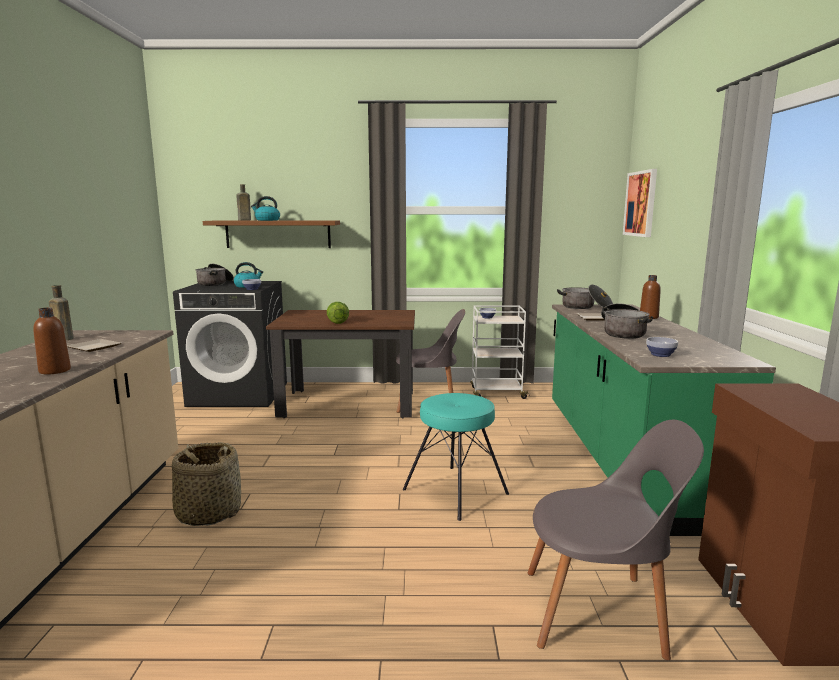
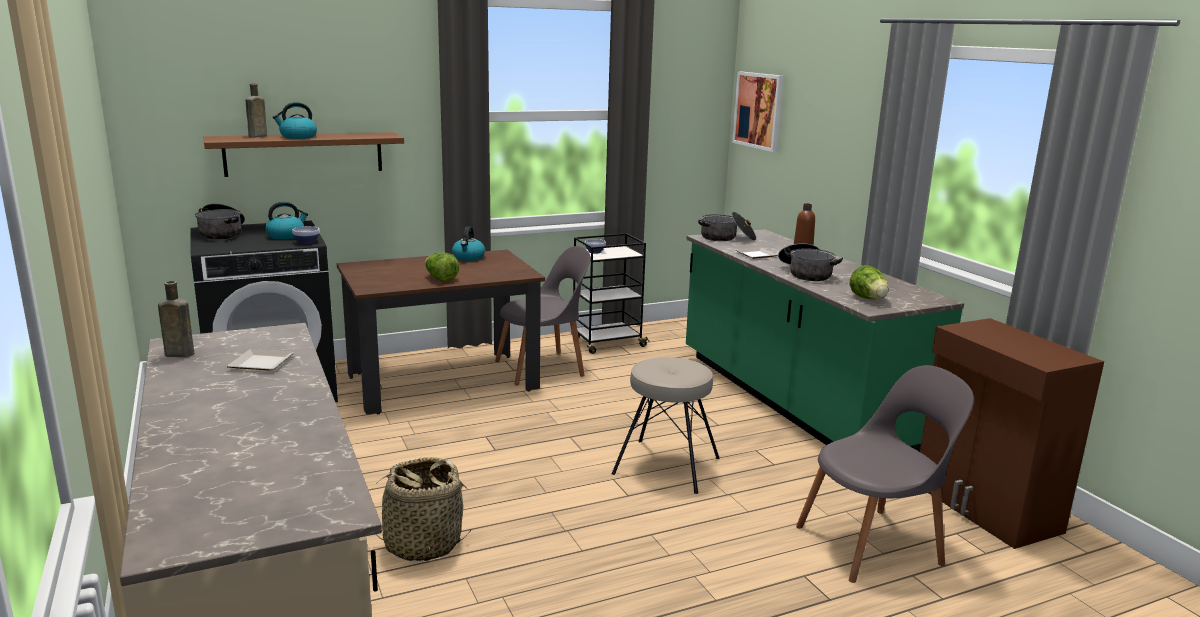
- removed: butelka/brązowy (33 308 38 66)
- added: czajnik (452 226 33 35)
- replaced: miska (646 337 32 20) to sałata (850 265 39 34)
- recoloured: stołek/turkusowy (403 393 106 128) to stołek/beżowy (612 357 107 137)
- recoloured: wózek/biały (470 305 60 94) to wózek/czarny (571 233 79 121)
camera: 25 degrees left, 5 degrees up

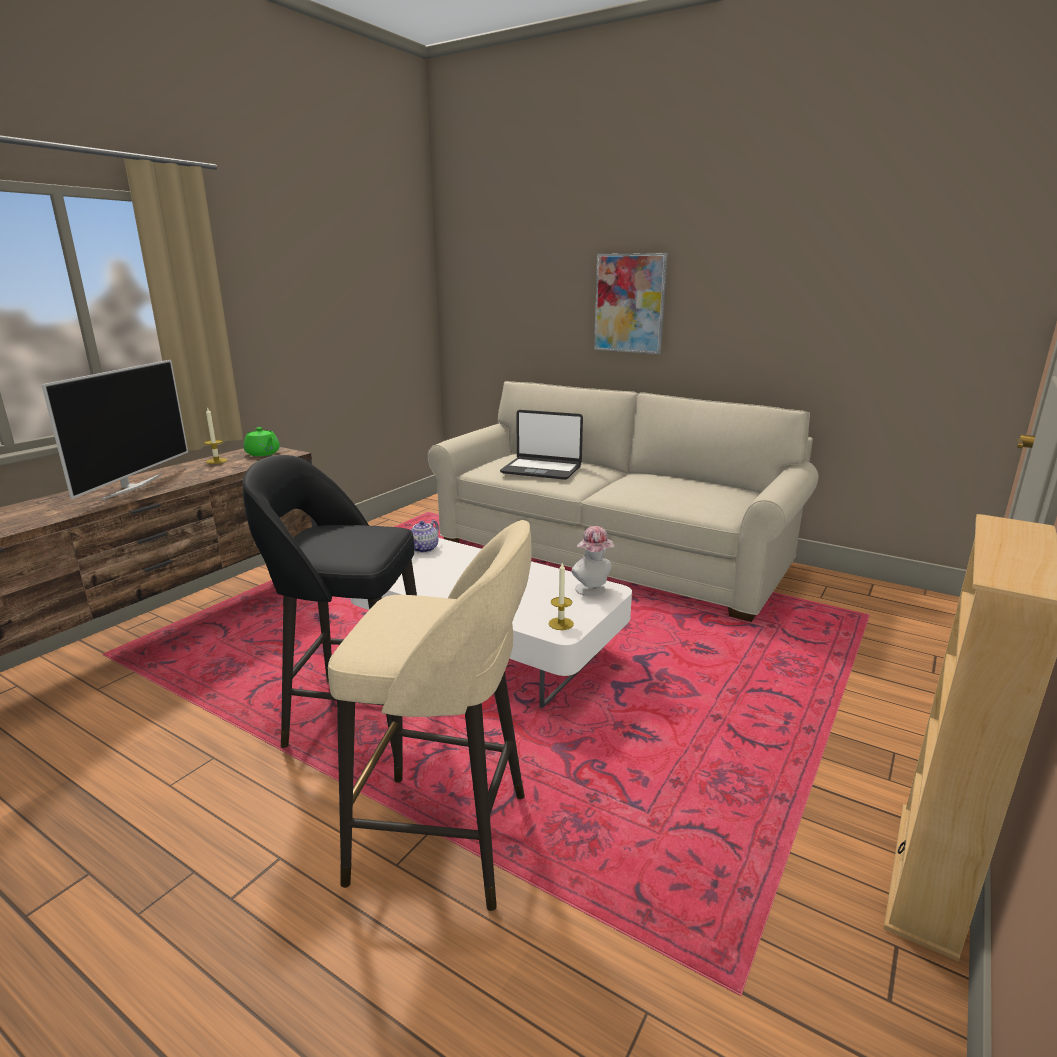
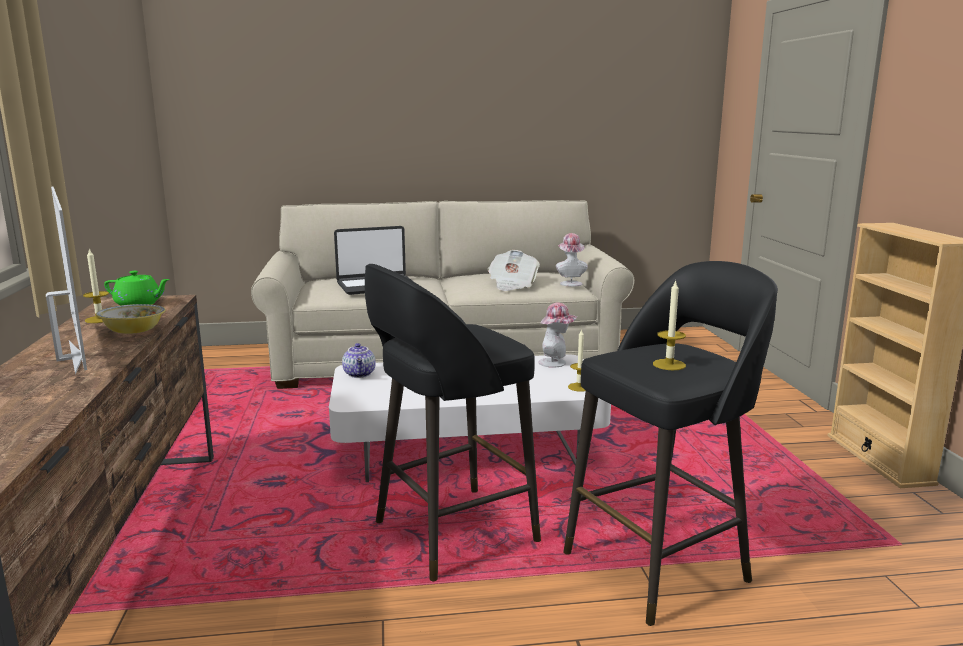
- removed: obraz (594 253 74 101)
- added: miska (96 304 70 30)
- added: gazeta (488 250 52 41)
- added: kapelusz (556 233 32 54)
- added: świeca (653 280 33 90)
- recoloured: stołek/beżowy (328 520 203 391) to stołek/czarny (563 261 215 365)
camera: 40 degrees left, 5 degrees down

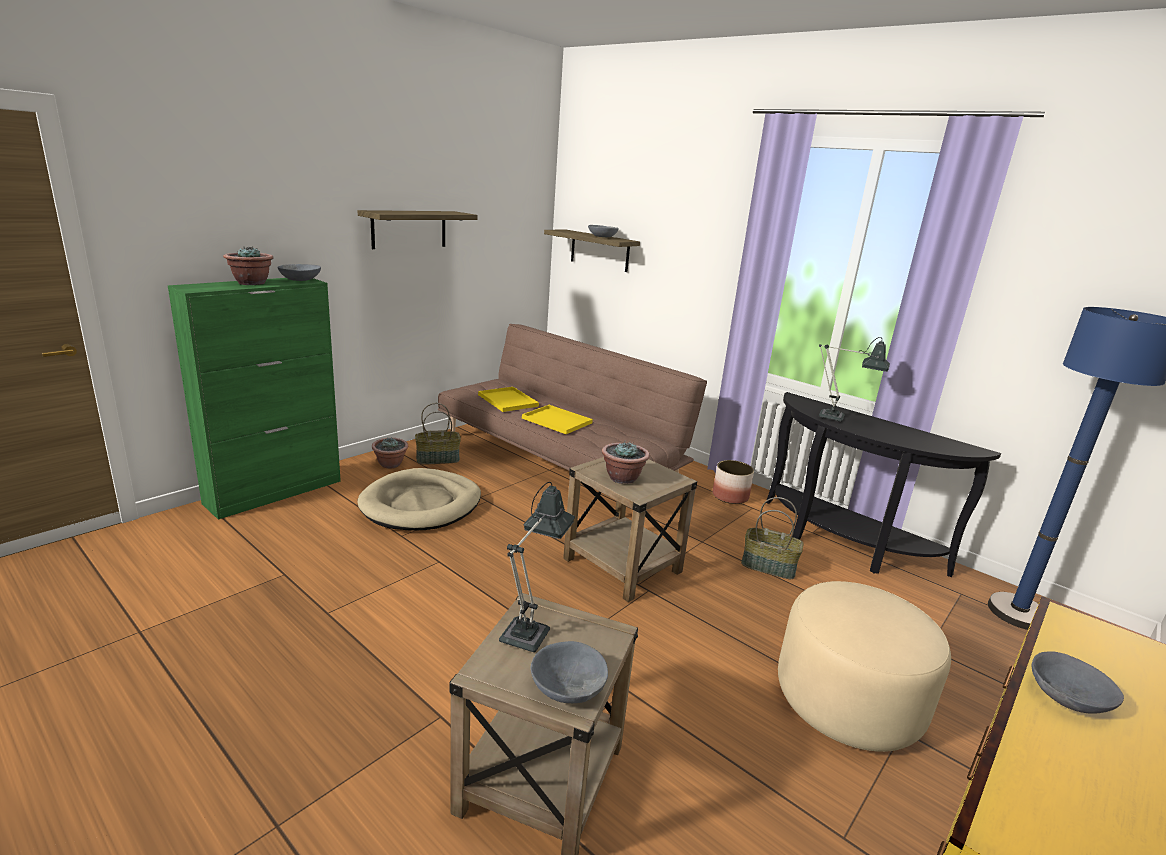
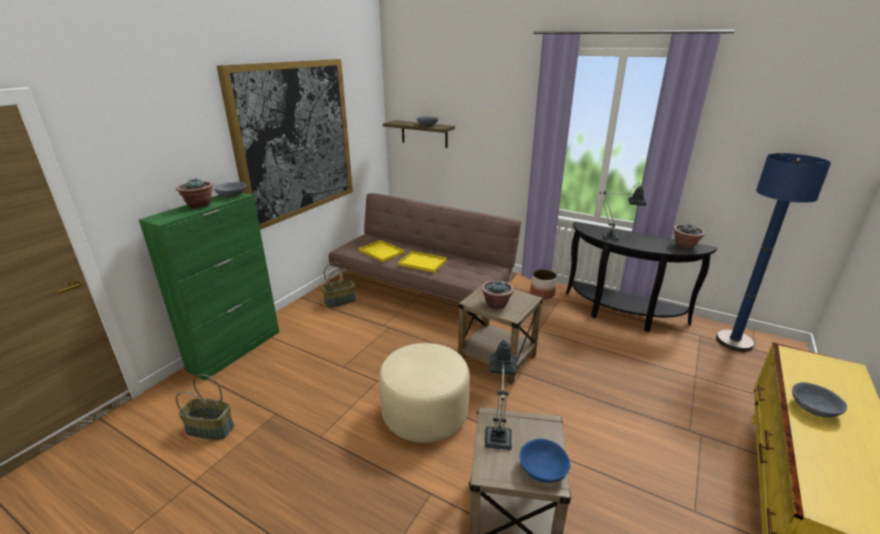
- removed: legowisko/beżowy (357 468 124 63)
- moved: roślina doniczkowa (372 438 36 30) to (673 224 32 25)
- moved: koszyk (741 497 63 82) to (176 374 58 66)
- moved: pufa/beżowy (778 581 173 171) to (379 343 91 100)
- replaced: półka (358 210 119 39) to obraz (217 59 136 171)
- recoloured: miska/szary (531 641 77 62) to miska/niebieski (520 439 50 44)
camera: 10 degrees left, 5 degrees up

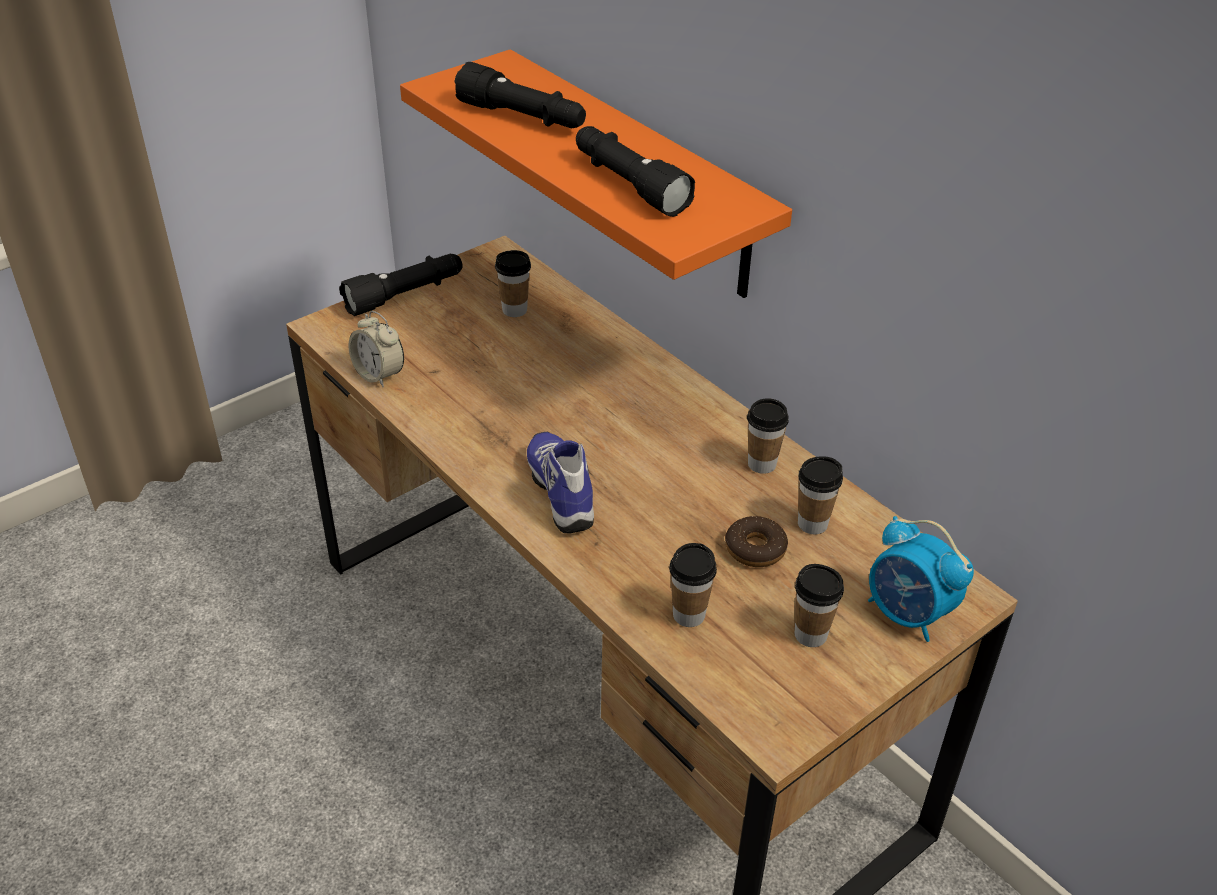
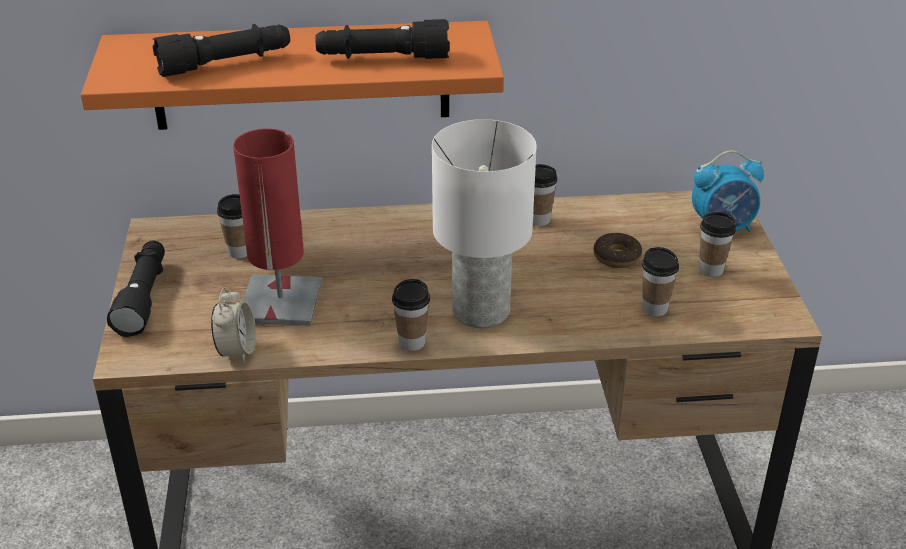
- added: lampa stołowa/czerwony (233 128 89 198)
- moved: filiżanka (798 456 45 78) to (392 279 38 72)
- replaced: but (527 432 67 102) to lampa stołowa/biały (432 119 105 209)
- turned: budzik (349 311 55 76) = (211 287 45 76) 75 degrees counterclockwise
camera: 55 degrees left, 5 degrees down

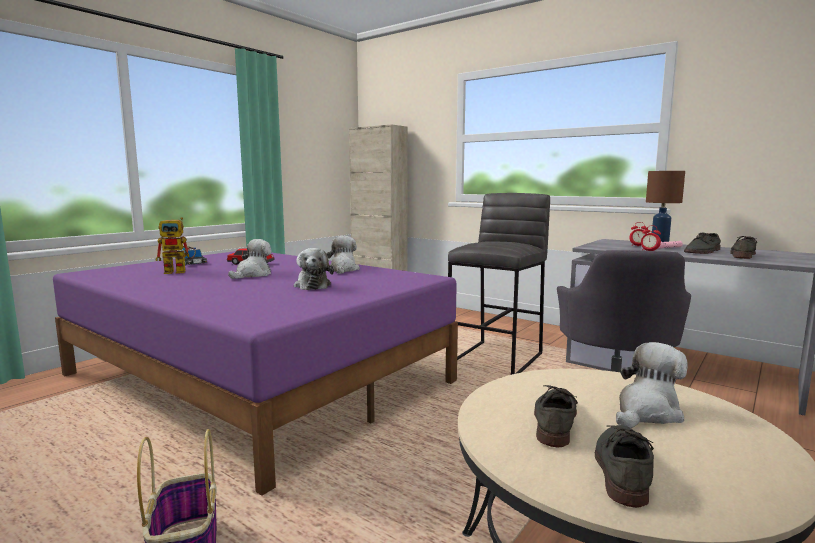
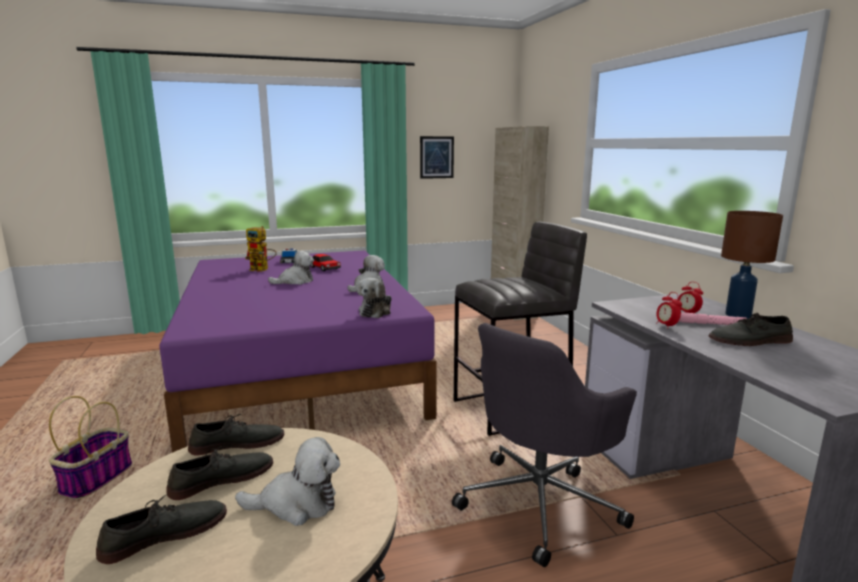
- added: obraz (420 136 34 43)
- moved: pluszak (294 248 40 42) to (357 278 35 40)
- moved: but/szary (730 236 27 23) to (188 414 96 42)
camera: 35 degrees right, 5 degrees up

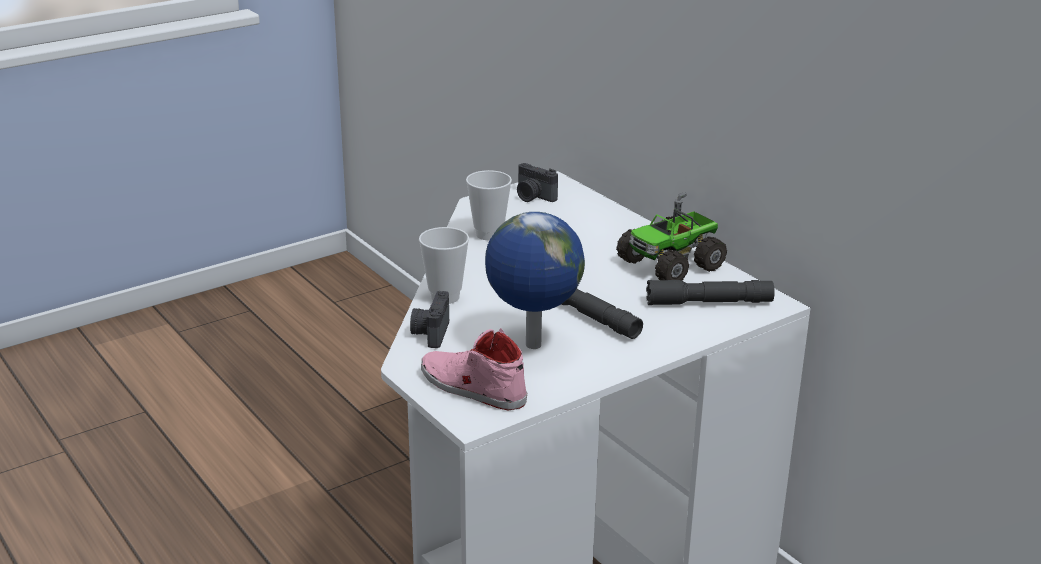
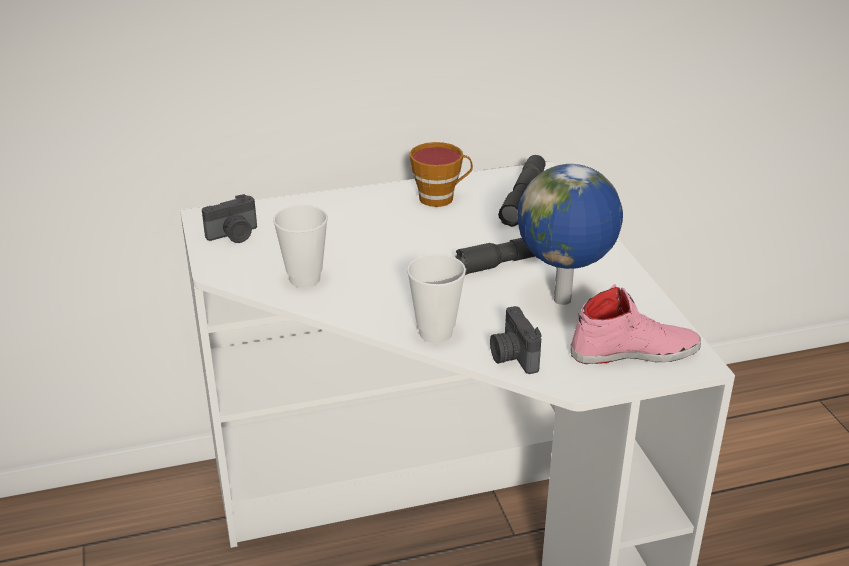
- replaced: ciężarówka zabawkowa (616 192 111 89) to filiżanka (410 142 63 65)
- turned: aparat fotograficzny (410 291 39 57) = (490 306 51 68) 45 degrees clockwise
- turned: but/różowy (421 328 106 83) = (571 284 130 80) 150 degrees counterclockwise
camera: 70 degrees left, 5 degrees up

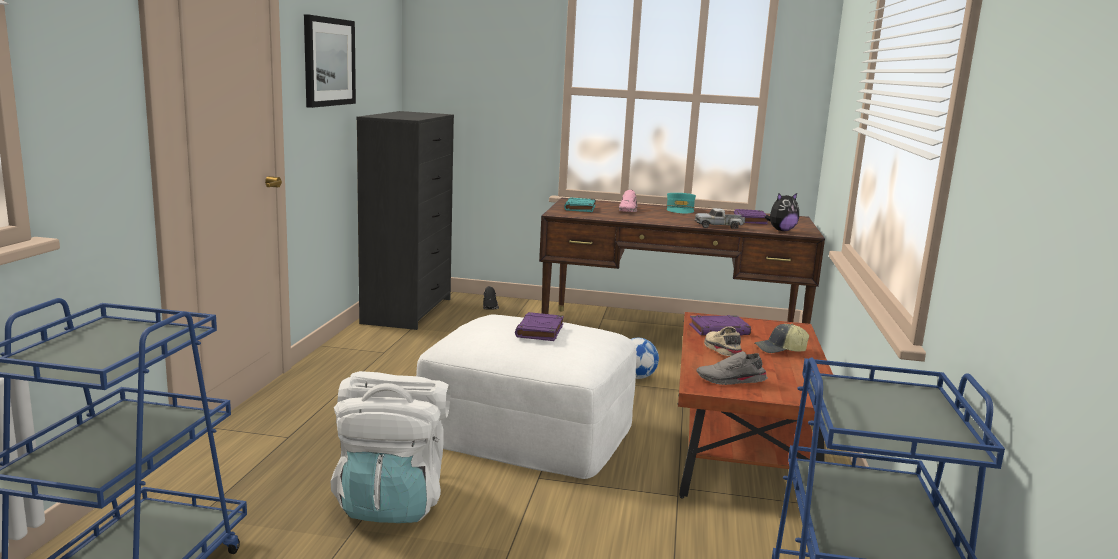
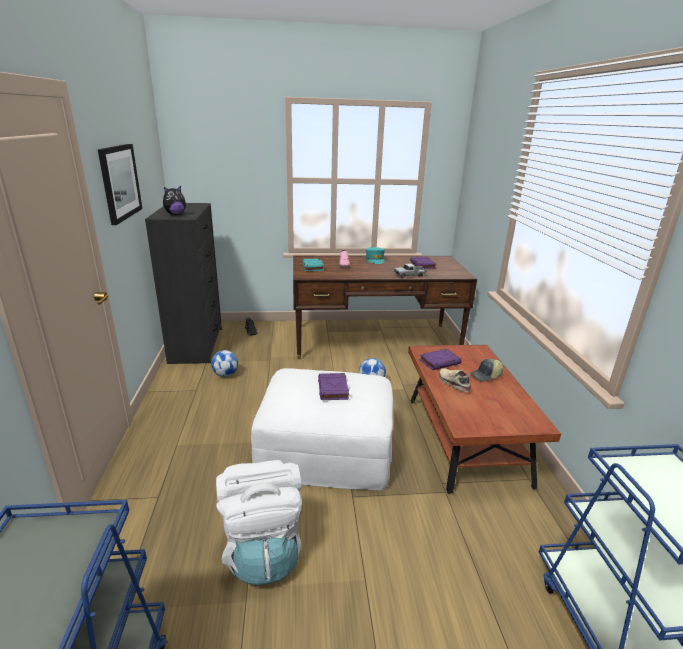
- removed: but/szary (697 351 71 34)
- added: piłka futbolowa (211 350 27 27)
- moved: pluszak (765 192 34 39) to (163 186 23 29)
camera: 15 degrees left, 10 degrees up

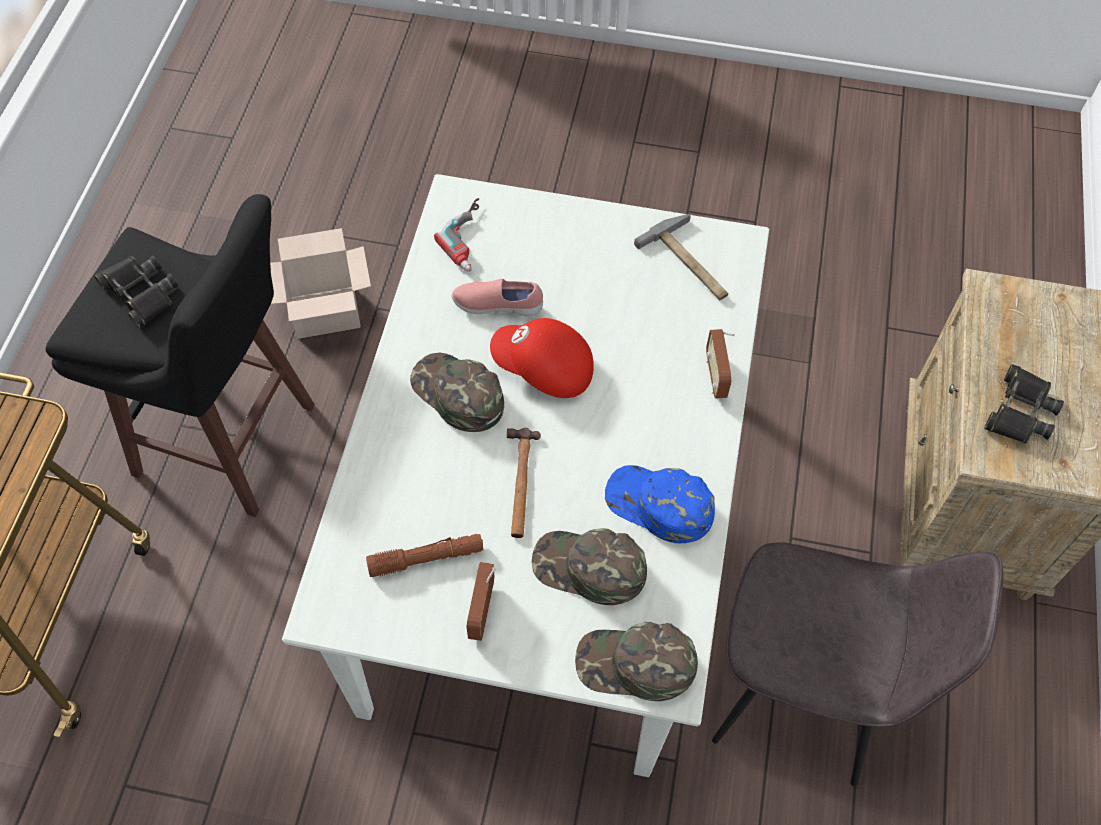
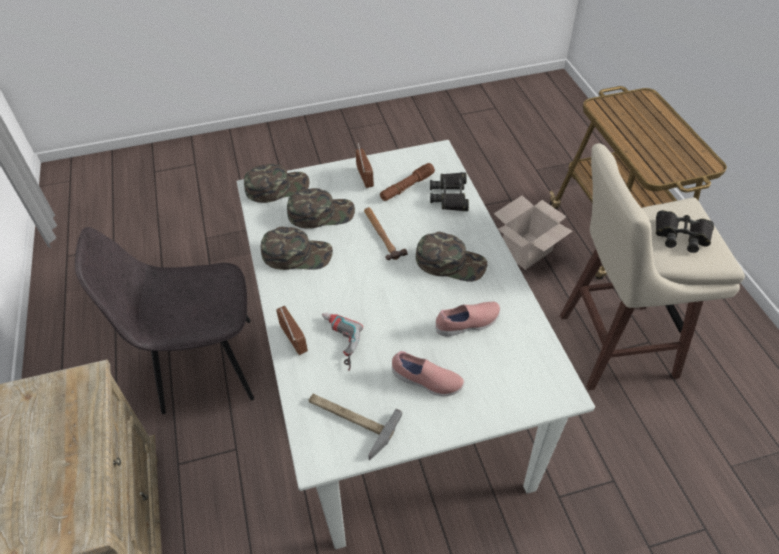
- removed: czapka z daszkiem/czerwony (490 318 104 80)
- added: but/różowy (392 351 72 45)
- moved: karton (270 228 101 111) to (494 195 78 75)
- moved: wiertarka (434 198 45 74) to (322 313 41 58)
- moved: lornetka/czarny (984 364 80 80) to (430 172 39 39)
- recoloured: stołek/czarny (46 194 269 323) to stołek/beżowy (560 143 185 247)
- recoloured: czapka z daszkiem/niebieski (605 465 110 78) to czapka z daszkiem/zielony (261 227 72 43)
camera: 155 degrees right, 10 degrees down

